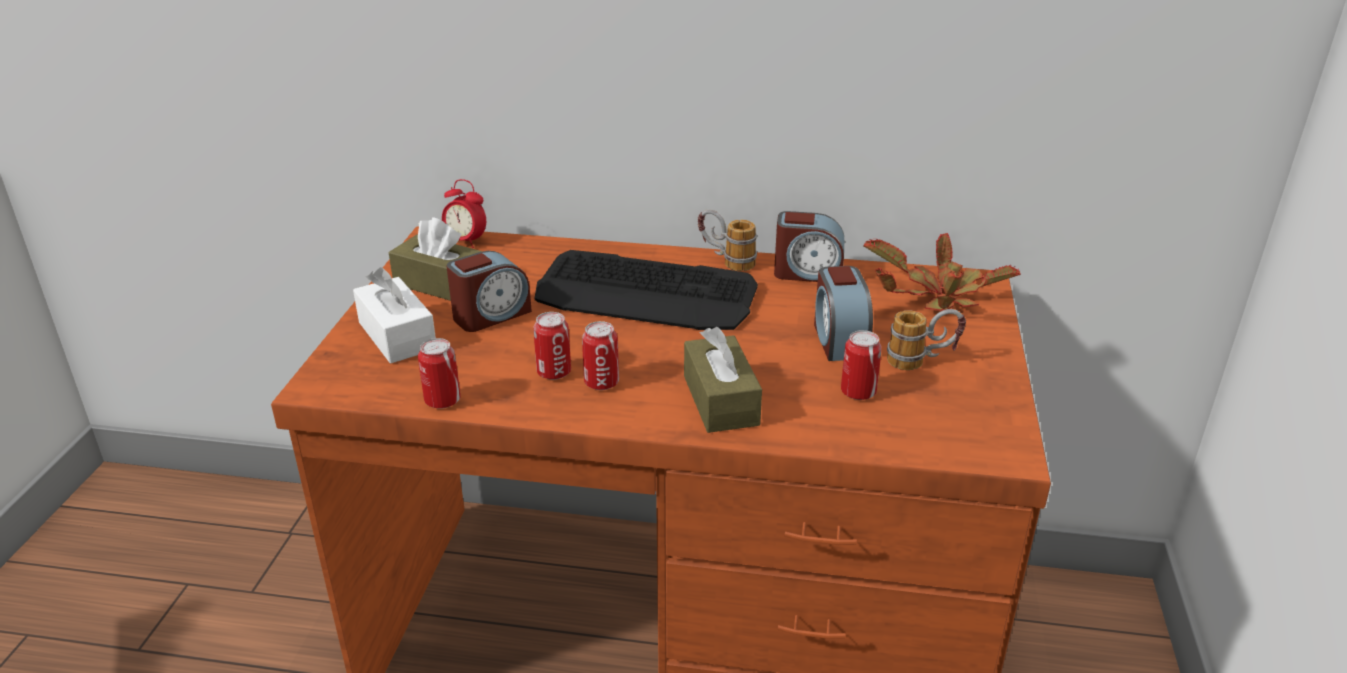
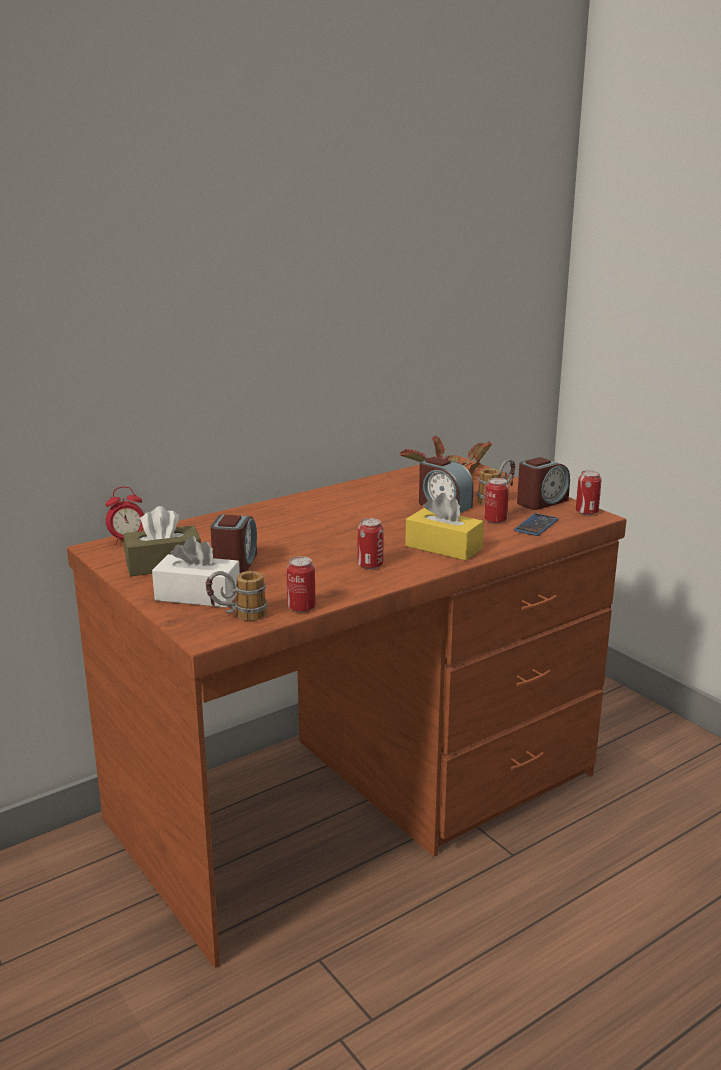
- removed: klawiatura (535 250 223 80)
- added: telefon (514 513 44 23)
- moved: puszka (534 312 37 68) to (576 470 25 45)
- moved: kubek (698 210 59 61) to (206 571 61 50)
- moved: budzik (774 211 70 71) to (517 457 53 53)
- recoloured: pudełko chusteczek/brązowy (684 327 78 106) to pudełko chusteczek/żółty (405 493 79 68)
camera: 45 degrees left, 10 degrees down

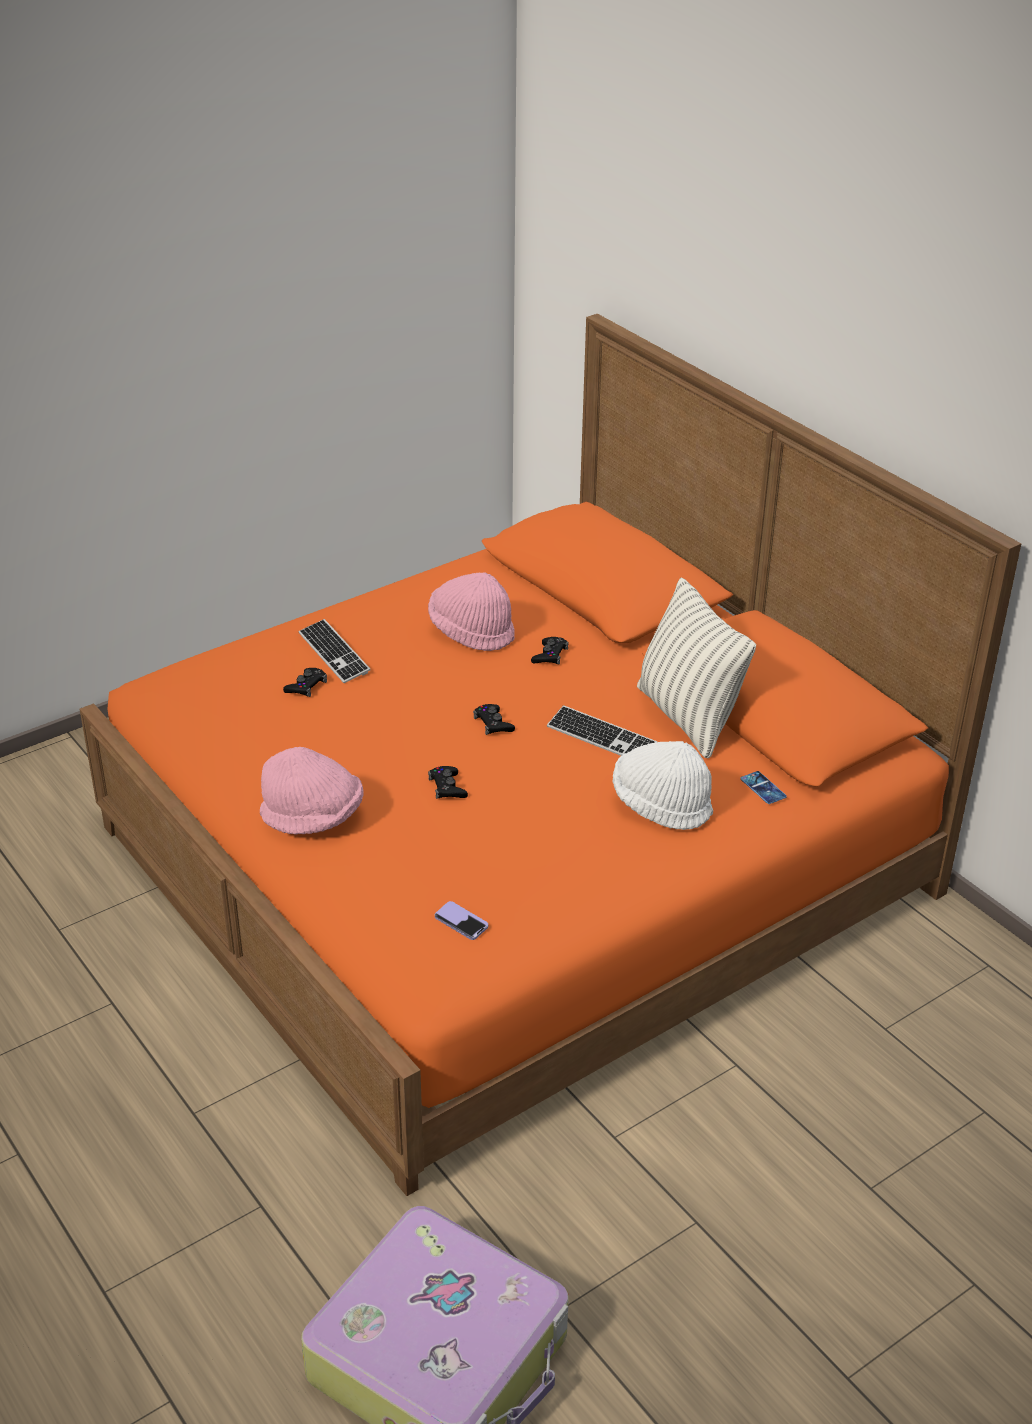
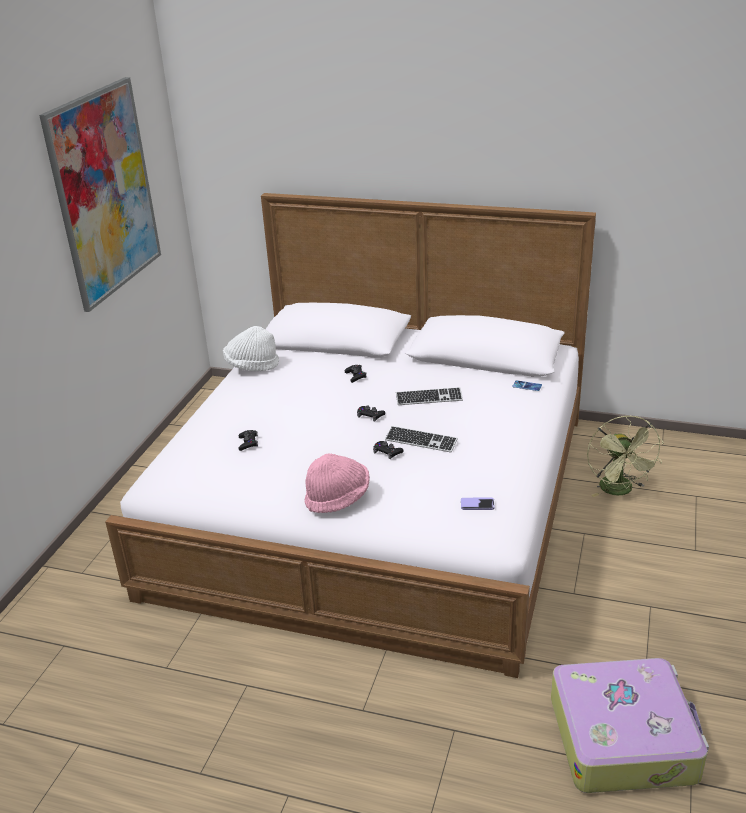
- removed: kapelusz/różowy (428 572 87 79)
- removed: poduszka (637 577 119 182)
- added: obraz (39 77 122 235)
- added: wentylator/zielony (587 415 77 82)
- moved: klawiatura (298 619 72 64) to (385 426 73 26)
- moved: kapelusz/biały (612 741 101 89) to (223 326 56 45)
- recoloured: łóżko/pomarańczowy (80 314 941 882) to łóżko/biały (105 193 491 485)
camera: 35 degrees left, 5 degrees down

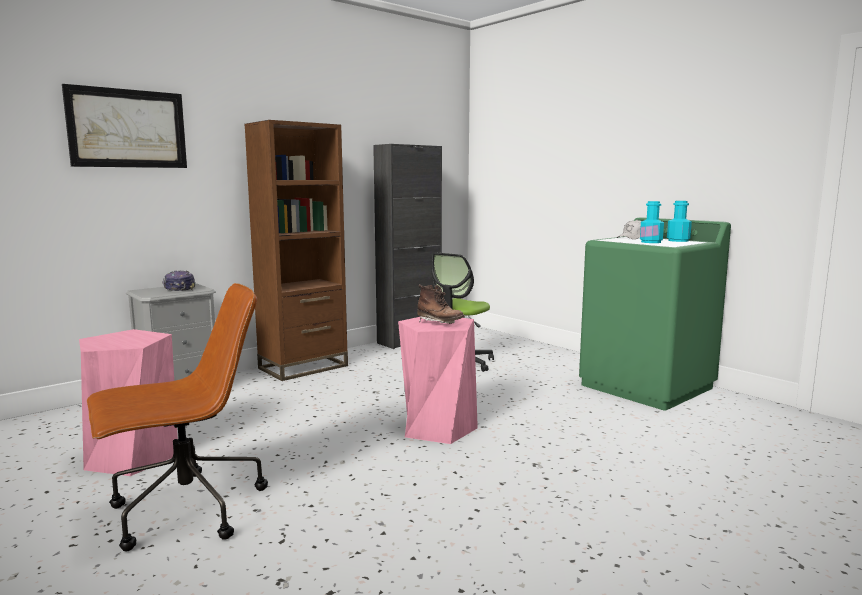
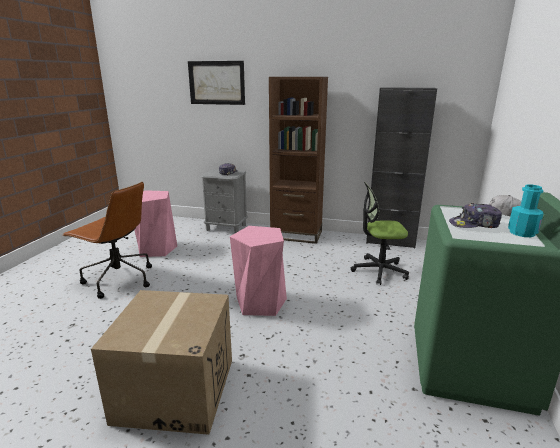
- removed: but z cholewką/brązowy (417 284 48 40)
- added: karton (91 290 141 145)
- replaced: butelka/turkusowy (640 201 24 42) to czapka z daszkiem (449 203 53 25)
camera: 55 degrees right, 10 degrees up

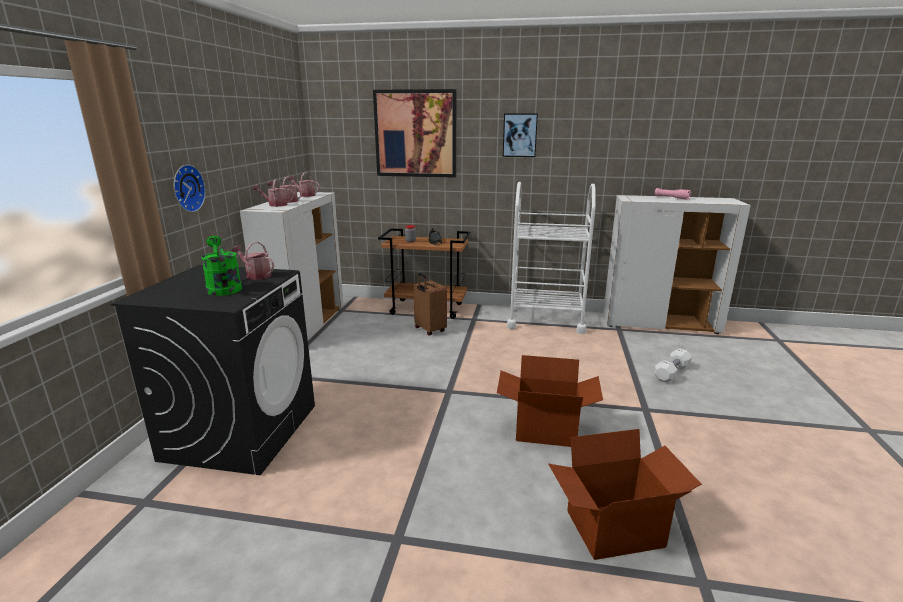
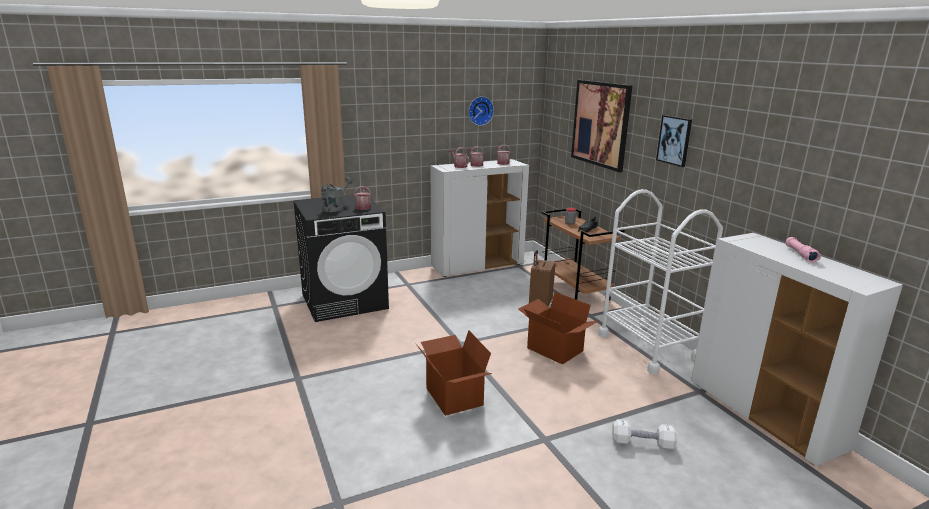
- moved: zegar ścienny (174 164 32 48) to (468 96 26 30)
- moved: karton (548 429 154 131) to (518 292 81 73)
- recoloured: konewka/zielony (201 236 41 60) to konewka/szary (321 177 32 35)
camera: 55 degrees right, 0 degrees up

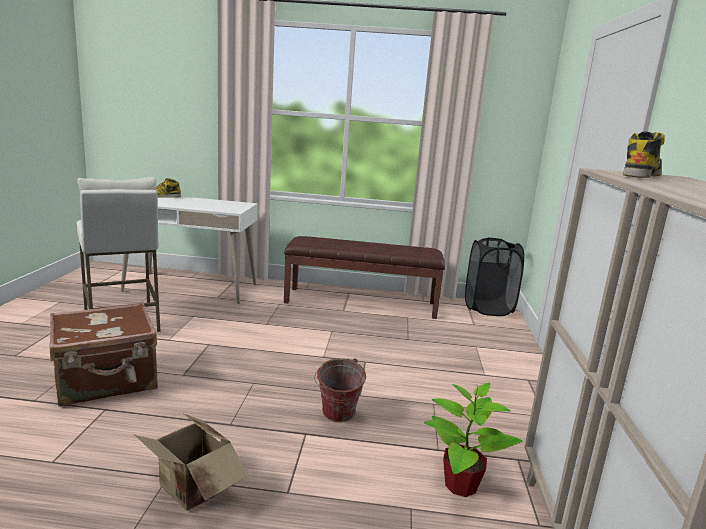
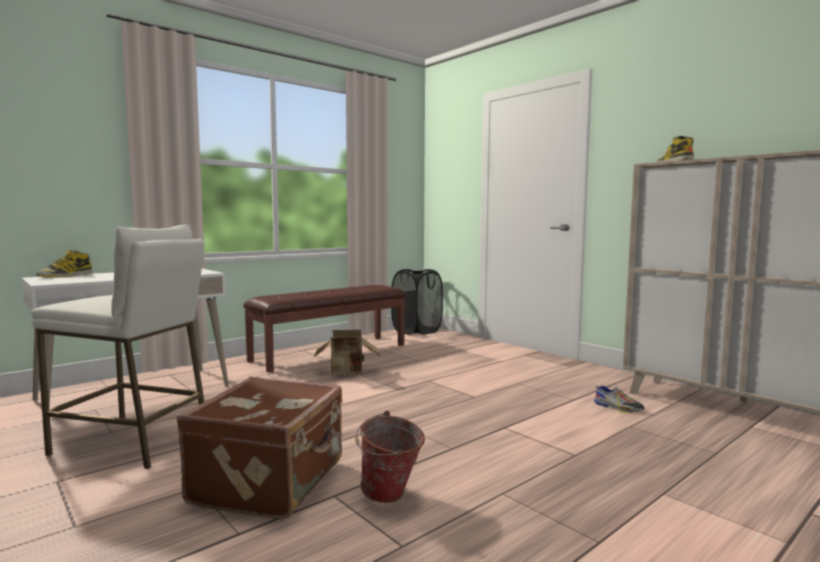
- moved: karton (134 413 115 98) to (314 330 66 46)
- moved: wiadro (314 358 52 64) to (355 411 70 92)
- replaced: roślina doniczkowa (424 383 99 114) to but (594 385 51 28)
camera: 45 degrees left, 10 degrees down

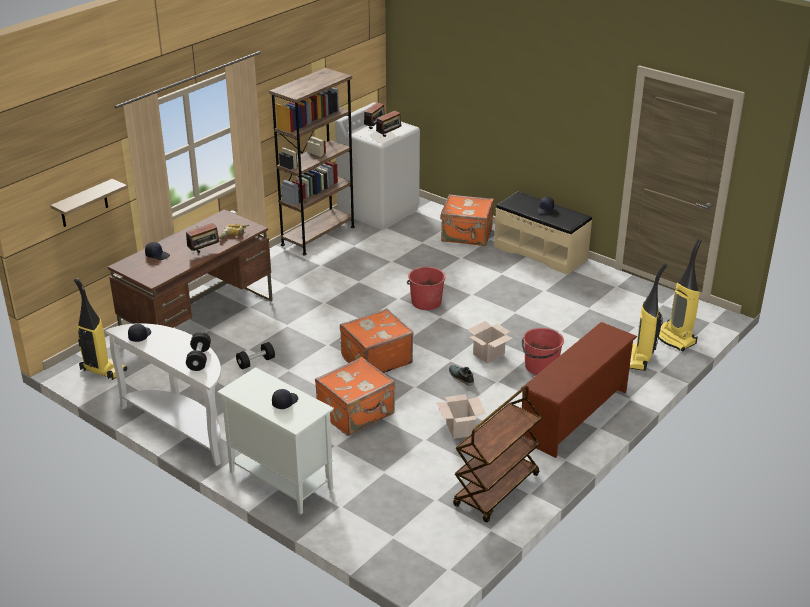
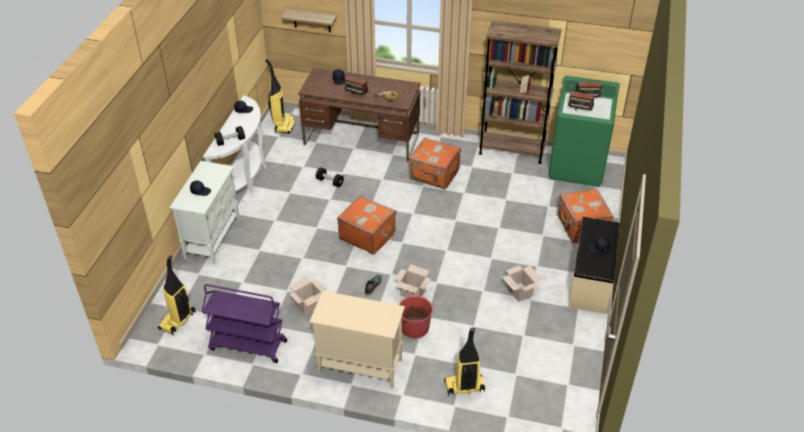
- removed: wiadro/czerwony (407 267 39 43)
- added: karton (502 265 40 37)
- moved: walizka/pomarańczowy (315 357 80 79) to (409 137 52 53)
- moved: odkurzacz (659 239 43 113) to (158 255 38 80)
- replaced: regał na buty/brązowy (521 322 116 136) to szafka/beżowy (309 291 96 98)
- recoloured: pralka/biały (335 102 85 128) to pralka/zielony (548 76 72 111)
- recoloured: wózek/brązowy (453 386 89 137) to wózek/fioletowy (202 284 85 79)
camera: 65 degrees right, 10 degrees up

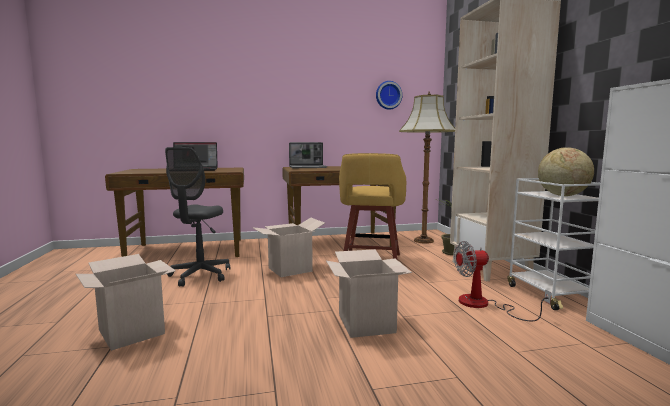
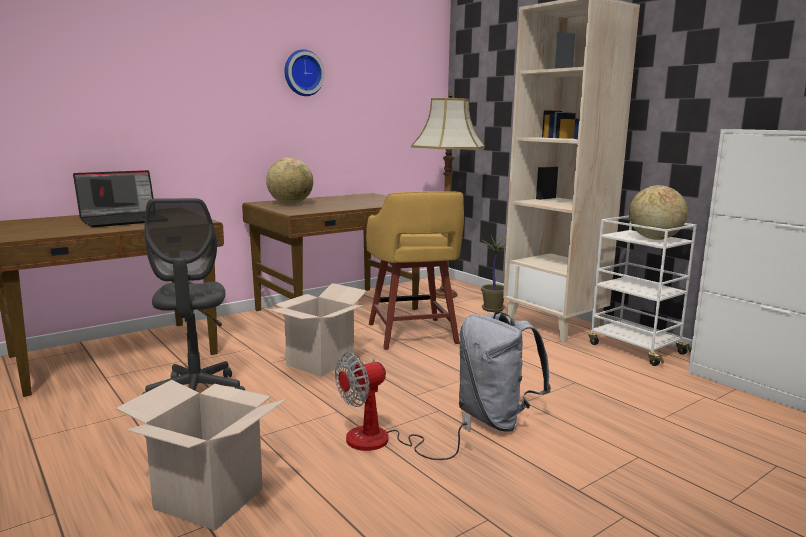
- moved: zegar ścienny (376 81 27 29) to (285 49 40 47)
- moved: wentylator (454 241 97 81) to (335 352 136 108)
- replaced: laptop (289 142 38 26) to globus (266 157 47 47)
- replaced: karton (326 249 86 89) to plecak/szary (459 312 92 120)
camera: 25 degrees left, 5 degrees up

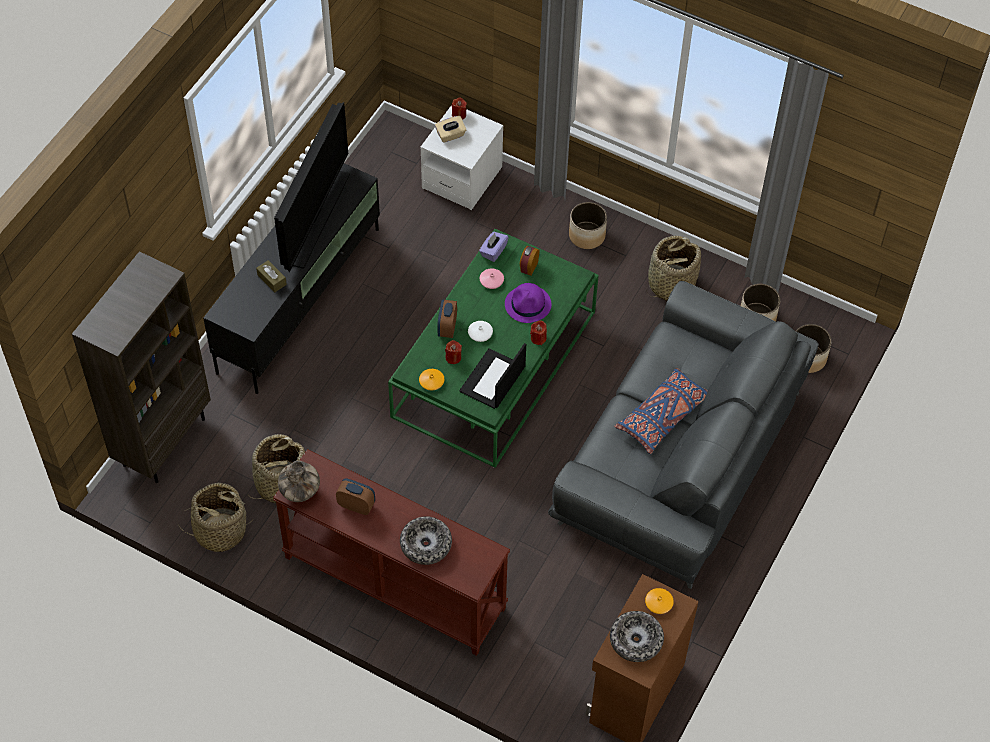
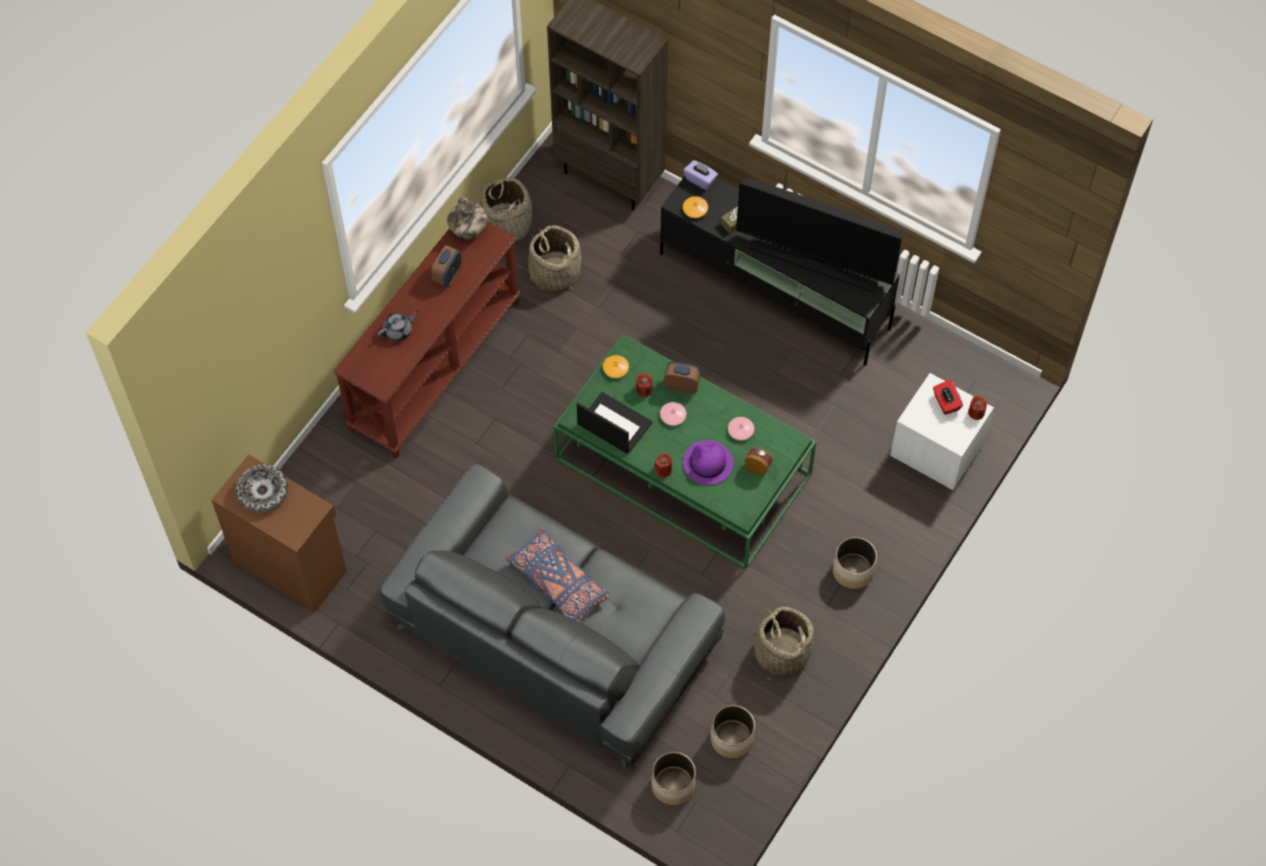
- moved: pudełko chusteczek/fioletowy (479 232 30 30) to (684 160 34 30)
- moved: wazon/pomarańczowy (645 588 29 26) to (683 196 25 22)
- replaced: miska (400 516 52 49) to imbryk/szary (378 310 40 31)
- recoloured: pudełko chusteczek/beżowy (435 116 32 27) to pudełko chusteczek/czerwony (933 379 30 36)
- recoloured: wazon/biały (468 321 25 21) to wazon/różowy (660 402 26 24)
camera: 95 degrees right, 5 degrees up

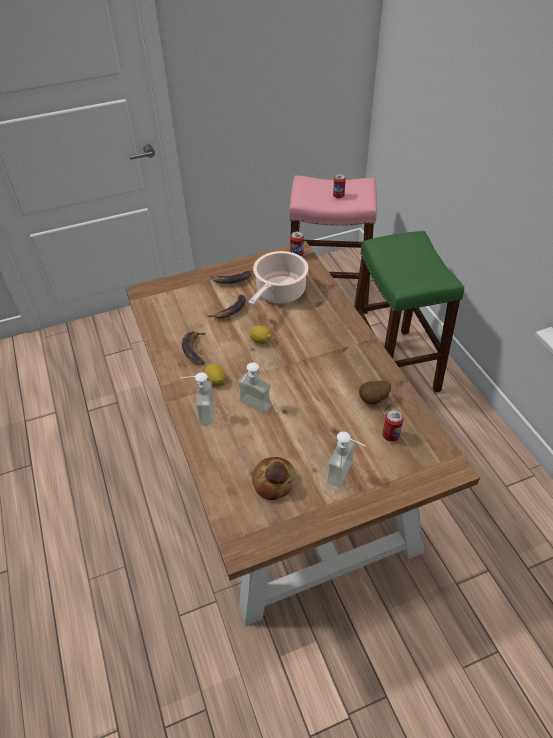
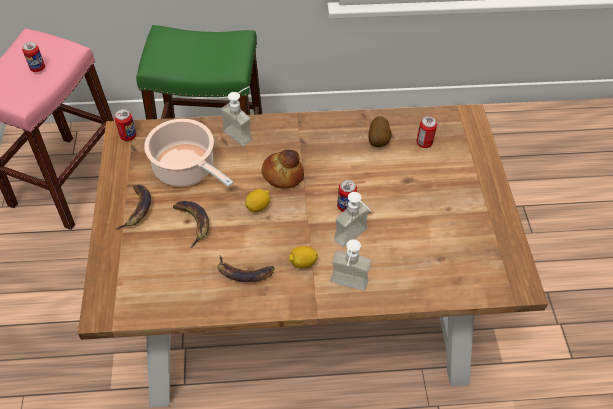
- added: puszka (337 180 20 32)
- moved: chleb (252 457 44 43) to (262 150 42 39)
- moved: dozownik mydła (327 432 38 55) to (221 86 31 60)
camera: 75 degrees left, 5 degrees up

